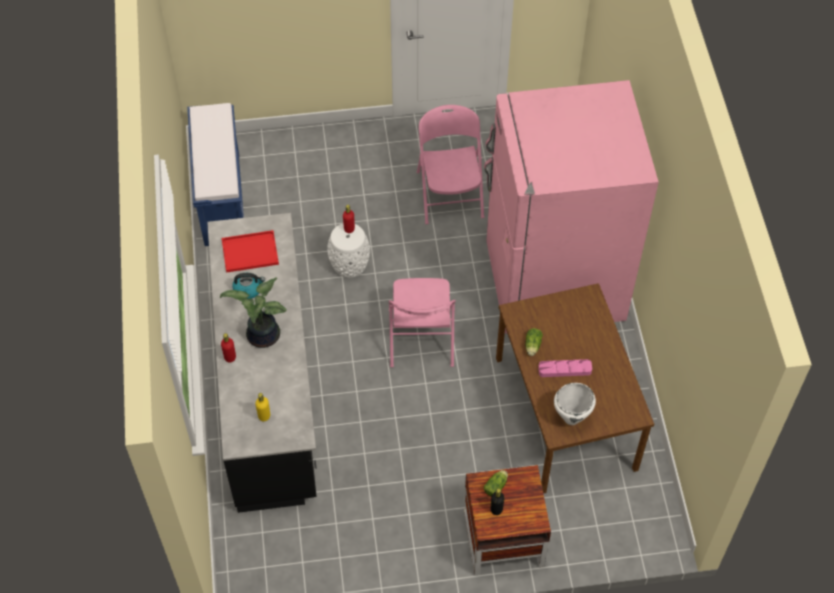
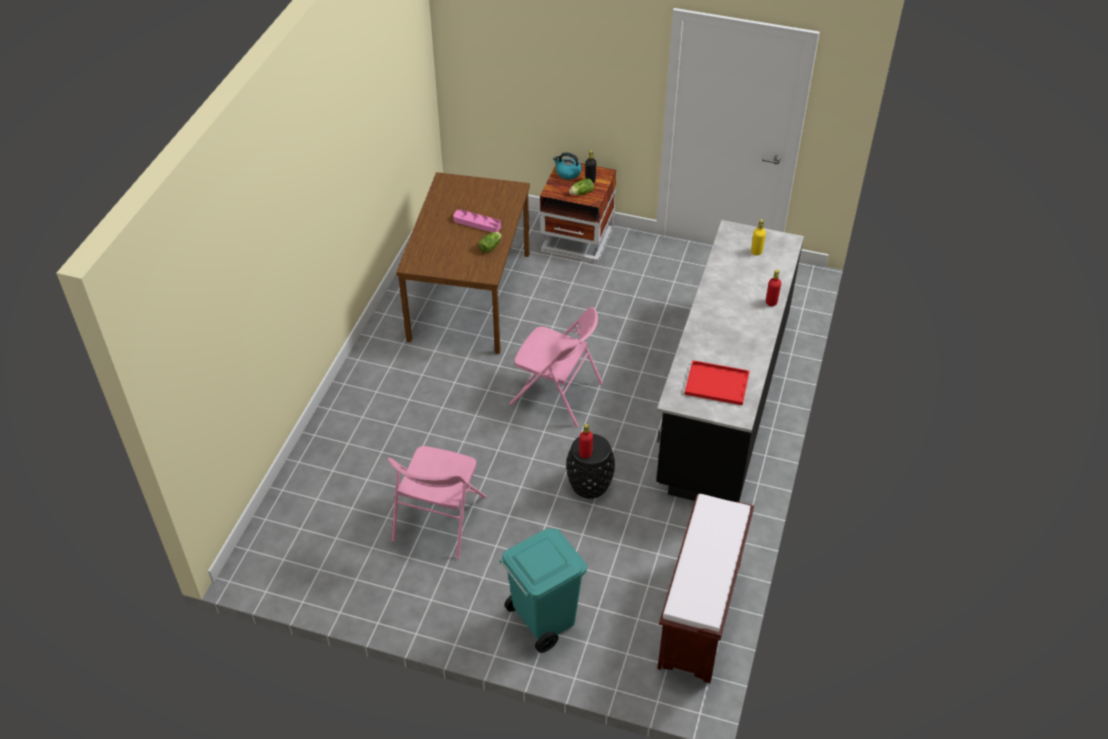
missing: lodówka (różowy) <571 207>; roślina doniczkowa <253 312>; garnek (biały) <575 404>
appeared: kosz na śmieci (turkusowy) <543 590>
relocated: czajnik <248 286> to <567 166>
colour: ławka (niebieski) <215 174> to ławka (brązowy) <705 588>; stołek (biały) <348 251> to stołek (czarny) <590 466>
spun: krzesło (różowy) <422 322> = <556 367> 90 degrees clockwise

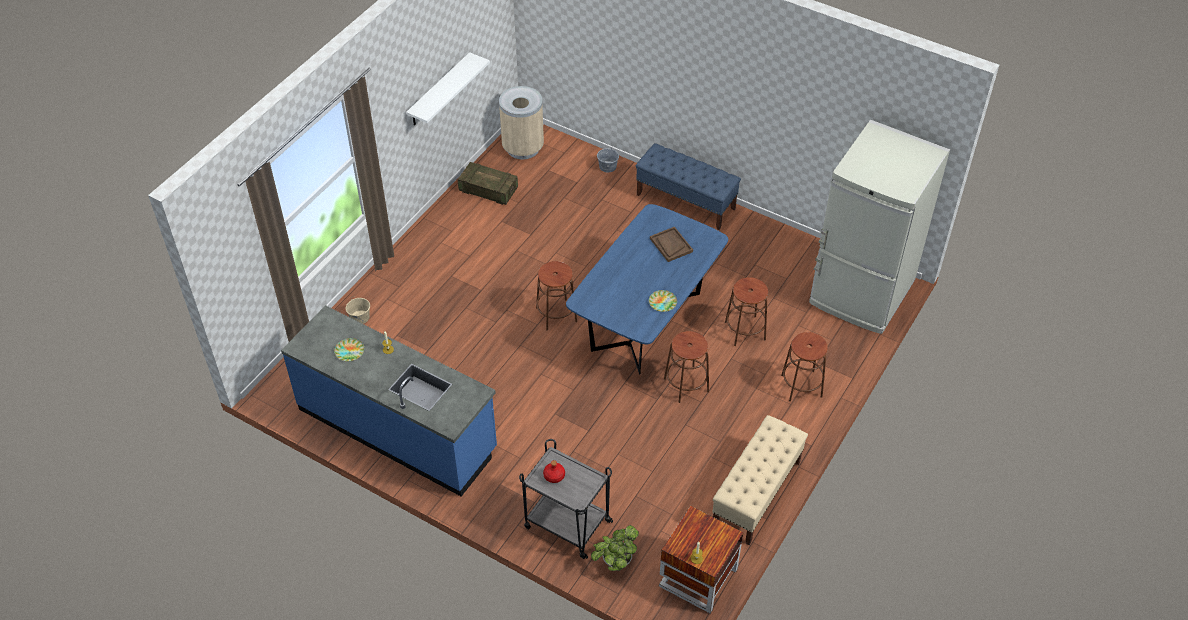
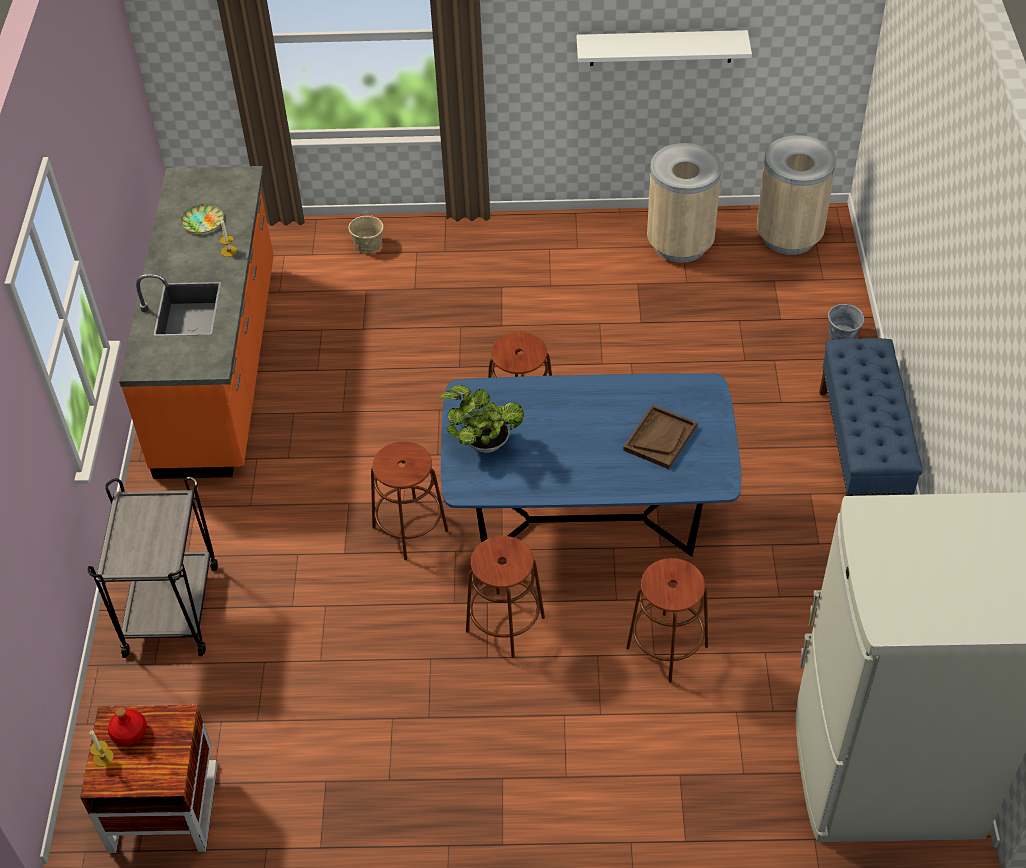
missing: talerz <663 301>; ławka (beżowy) <760 480>
relocated: stołek (brązowy) <804 367> to <409 500>; butelka (czerwony) <554 471> to <127 726>; roślina doniczkowa <615 548> to <481 419>
exchanged: skrzynka <488 183> to kosz na śmieci (beżowy) <684 203>
colour: zabudowa kuchenna (niebieski) <389 401> to zabudowa kuchenna (pomarańczowy) <196 322>

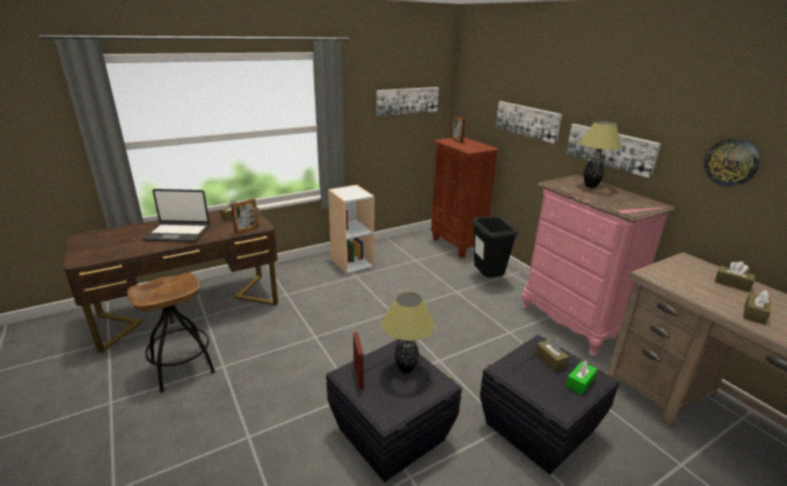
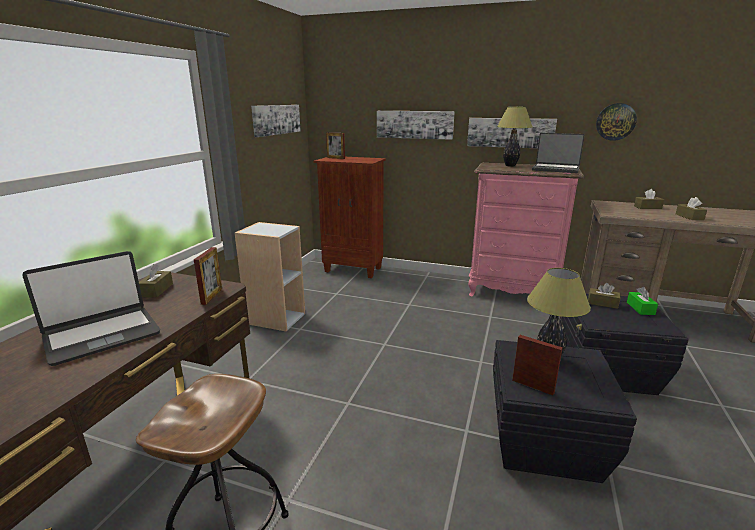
missing: kosz na śmieci (czarny) <495 247>
appeared: laptop <558 153>

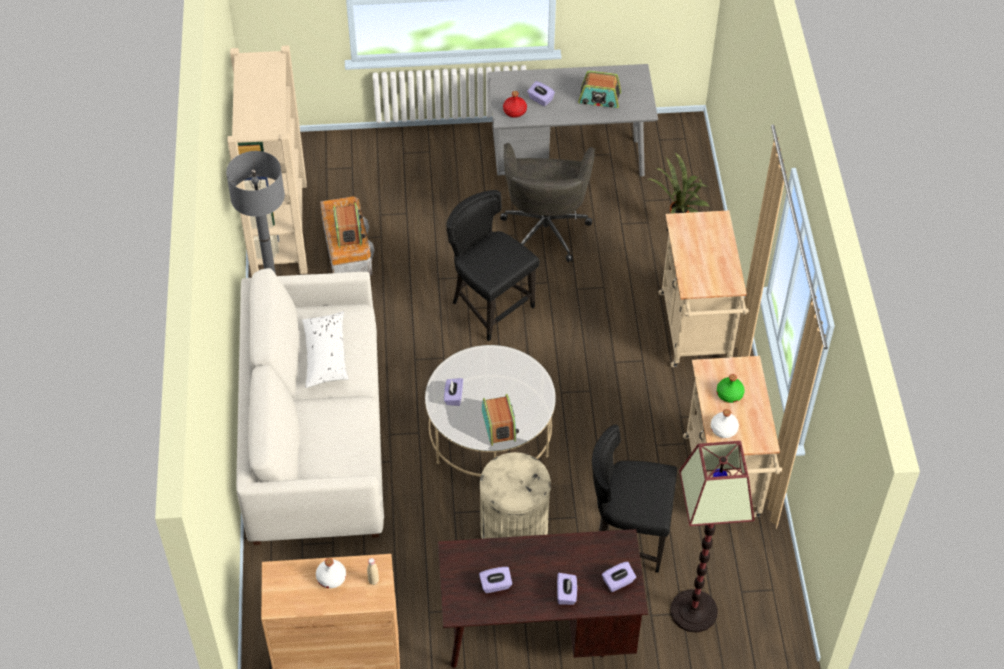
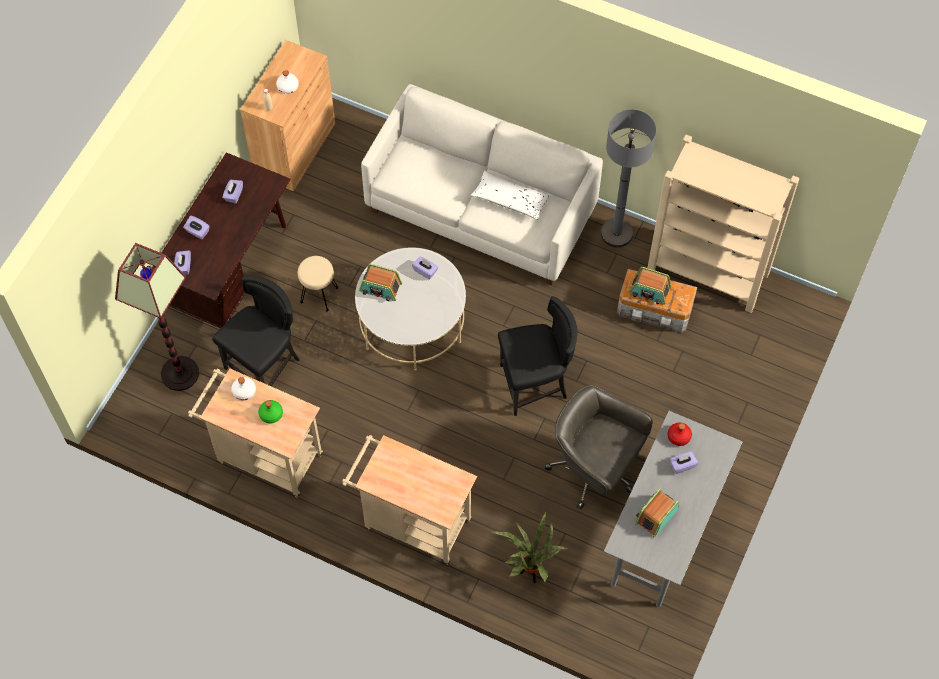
exchanged: kosz na śmieci (beżowy) <515 495> to stołek (beżowy) <318 284>

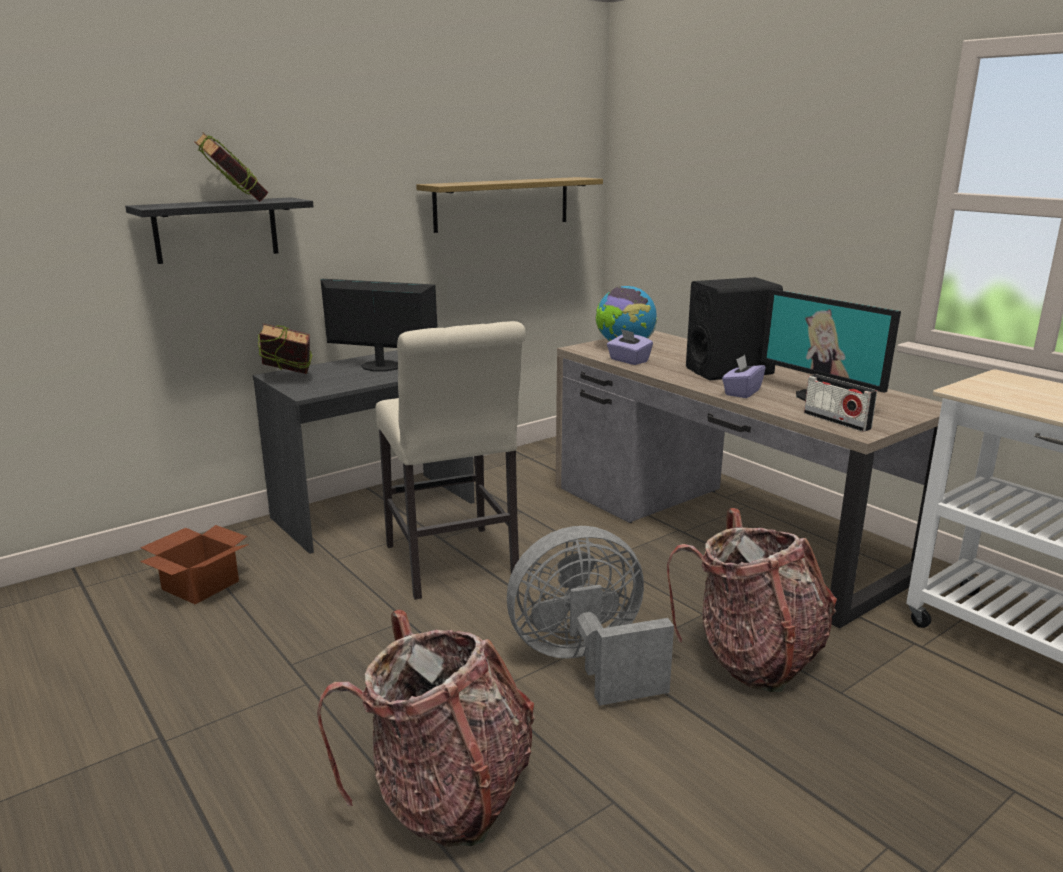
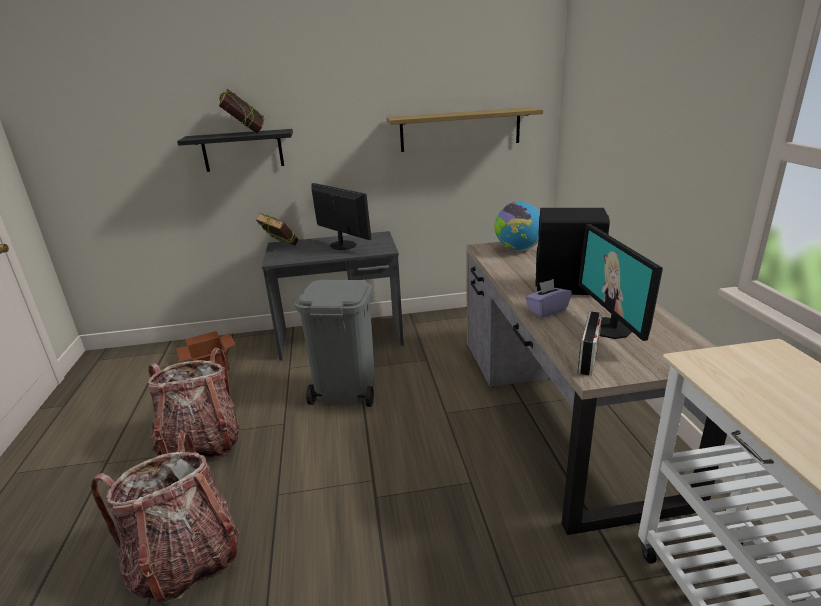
missing: pudełko chusteczek (fioletowy) <630 347>; wentylator (szary) <590 616>
relocated: plecak <752 600> to <194 403>
exchanged: stołek (beżowy) <451 460> to kosz na śmieci (szary) <335 343>
spun: radio <840 403> = <590 344> 150 degrees counterclockwise

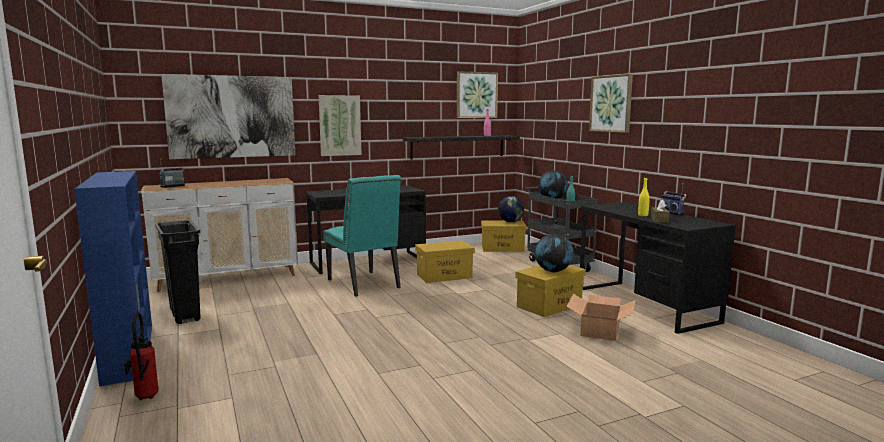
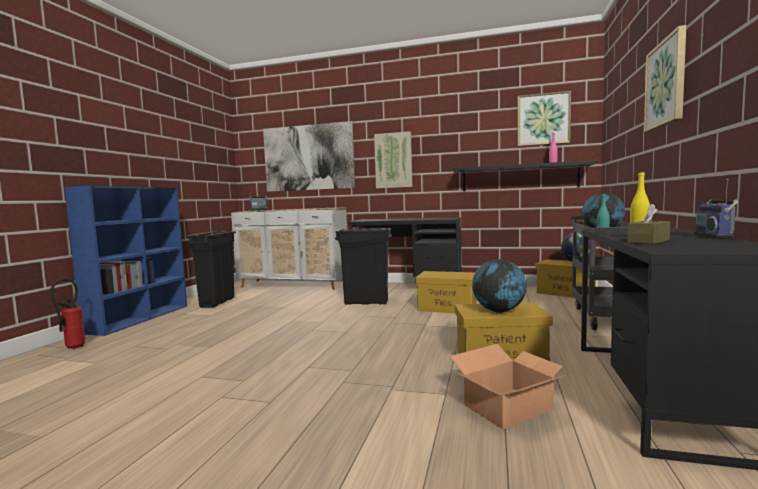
exchanged: krzesło (turkusowy) <362 236> to kosz na śmieci (czarny) <363 266>

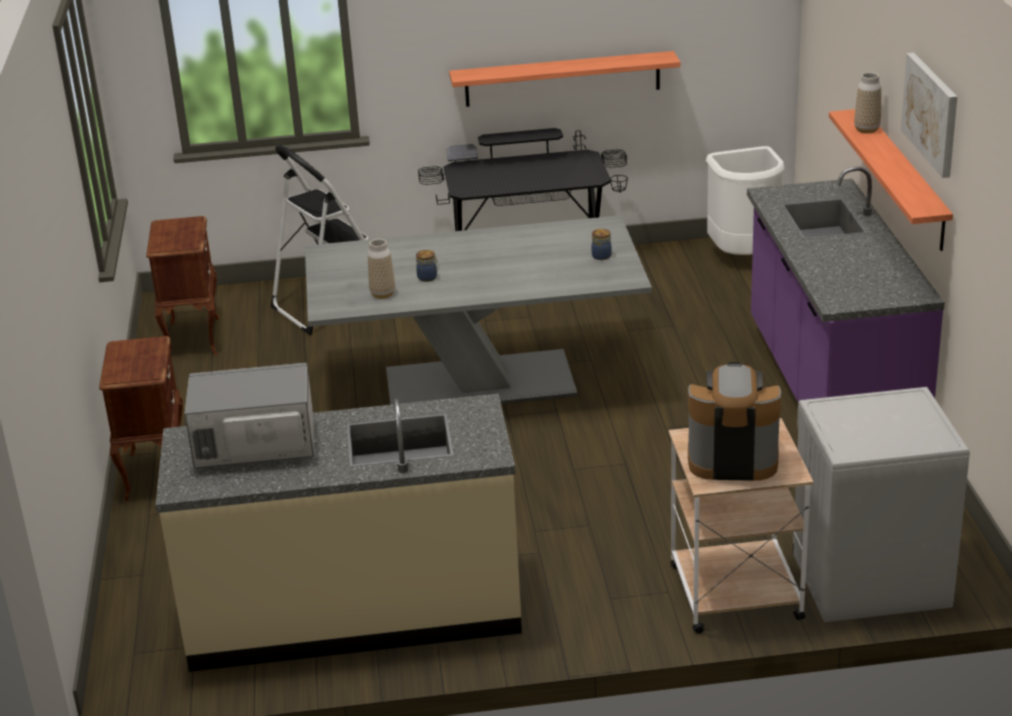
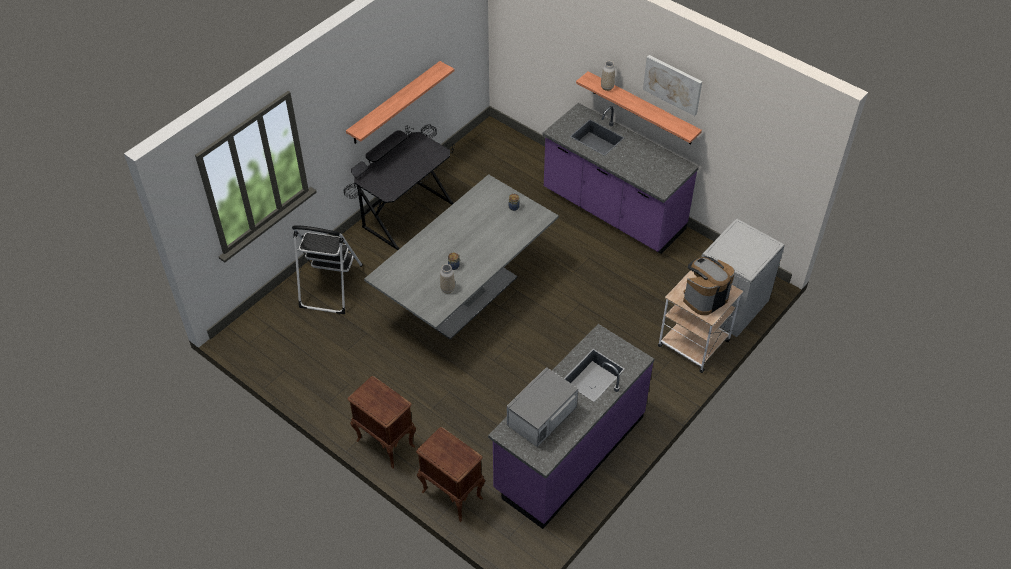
missing: kosz na śmieci (biały) <745 200>
relocated: szafka nocna (brązowy) <183 285> to <450 474>
colour: zabudowa kuchenna (beżowy) <338 532> to zabudowa kuchenna (fioletowy) <571 426>

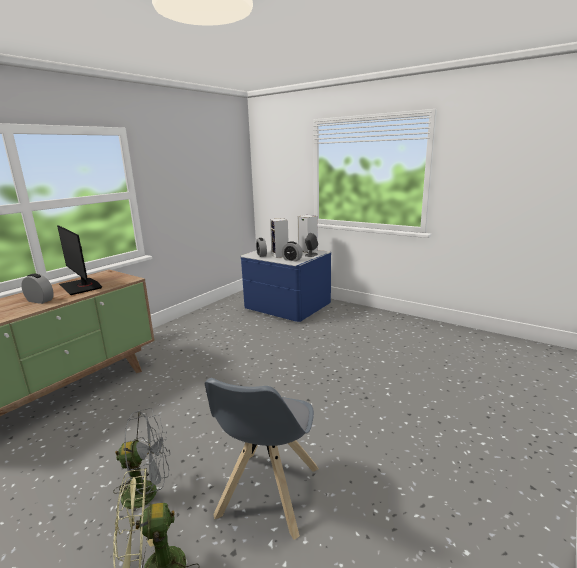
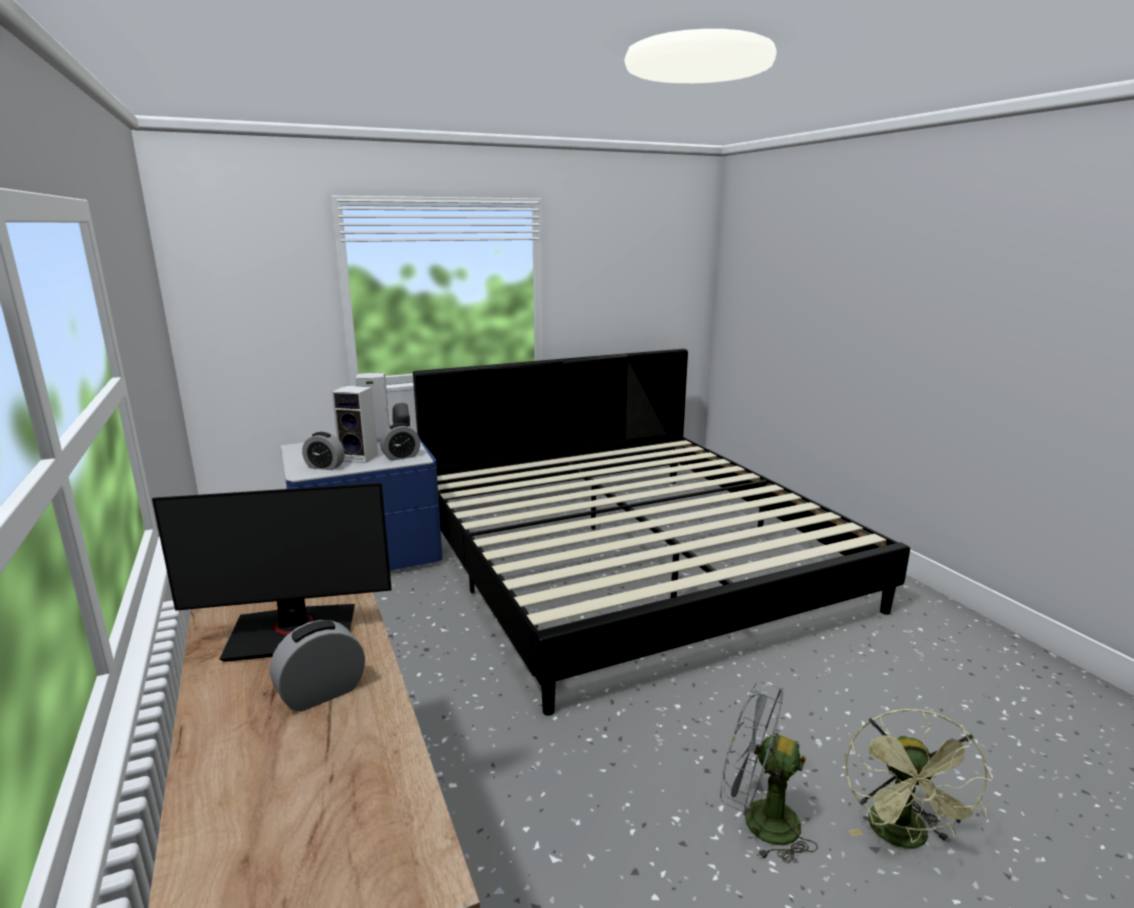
missing: krzesło (szary) <262 459>
appeared: łóżko <661 532>
spun: wentylator (szary) <141 459> = <769 772> 90 degrees counterclockwise

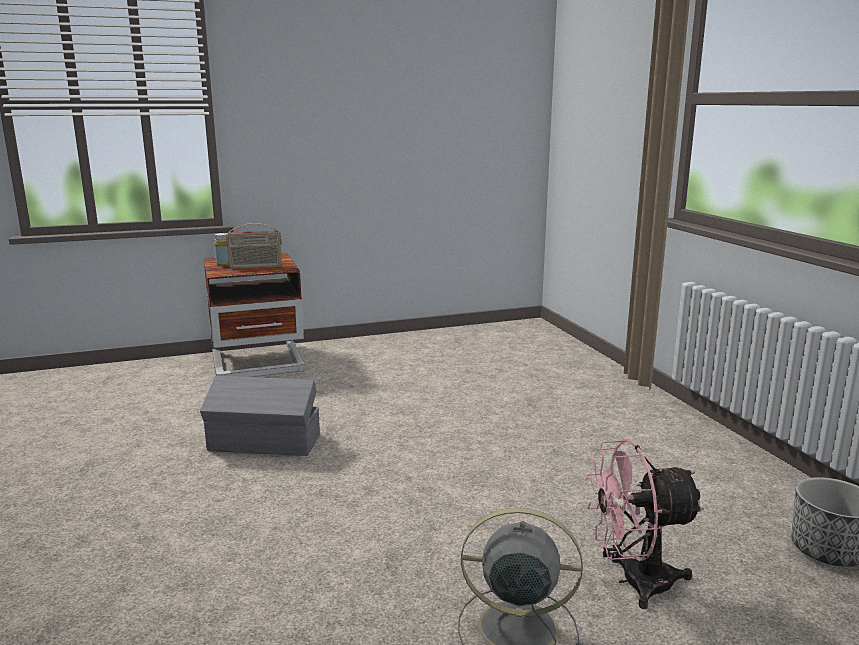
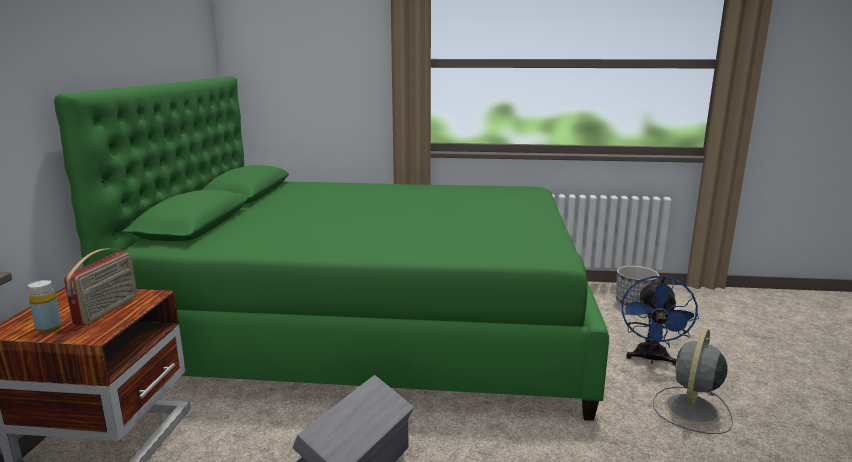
appeared: łóżko (zielony) <331 249>
colour: wentylator (różowy) <645 524> to wentylator (niebieski) <660 321>

